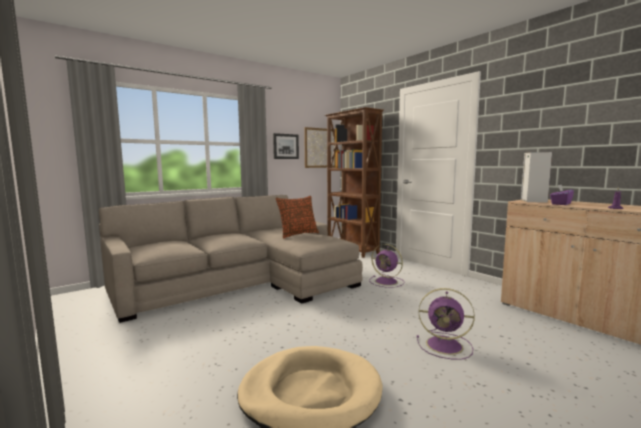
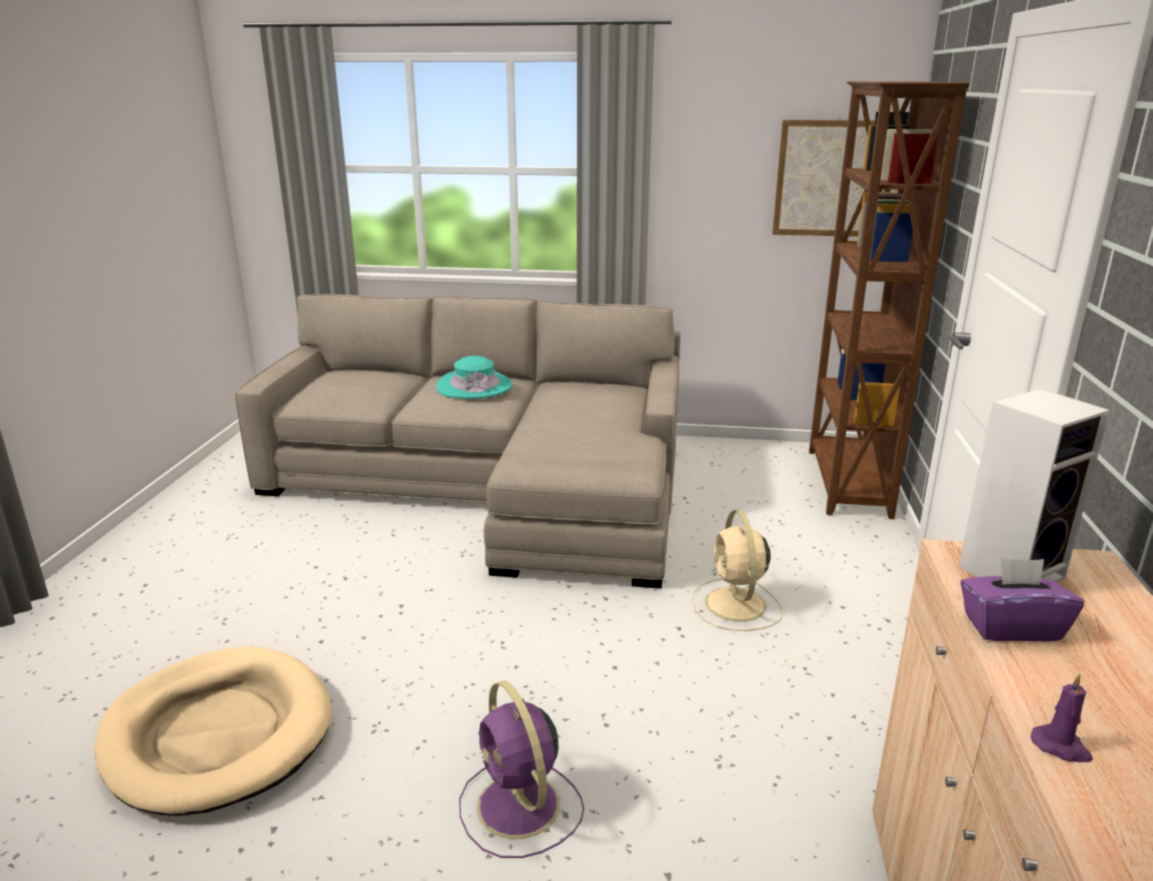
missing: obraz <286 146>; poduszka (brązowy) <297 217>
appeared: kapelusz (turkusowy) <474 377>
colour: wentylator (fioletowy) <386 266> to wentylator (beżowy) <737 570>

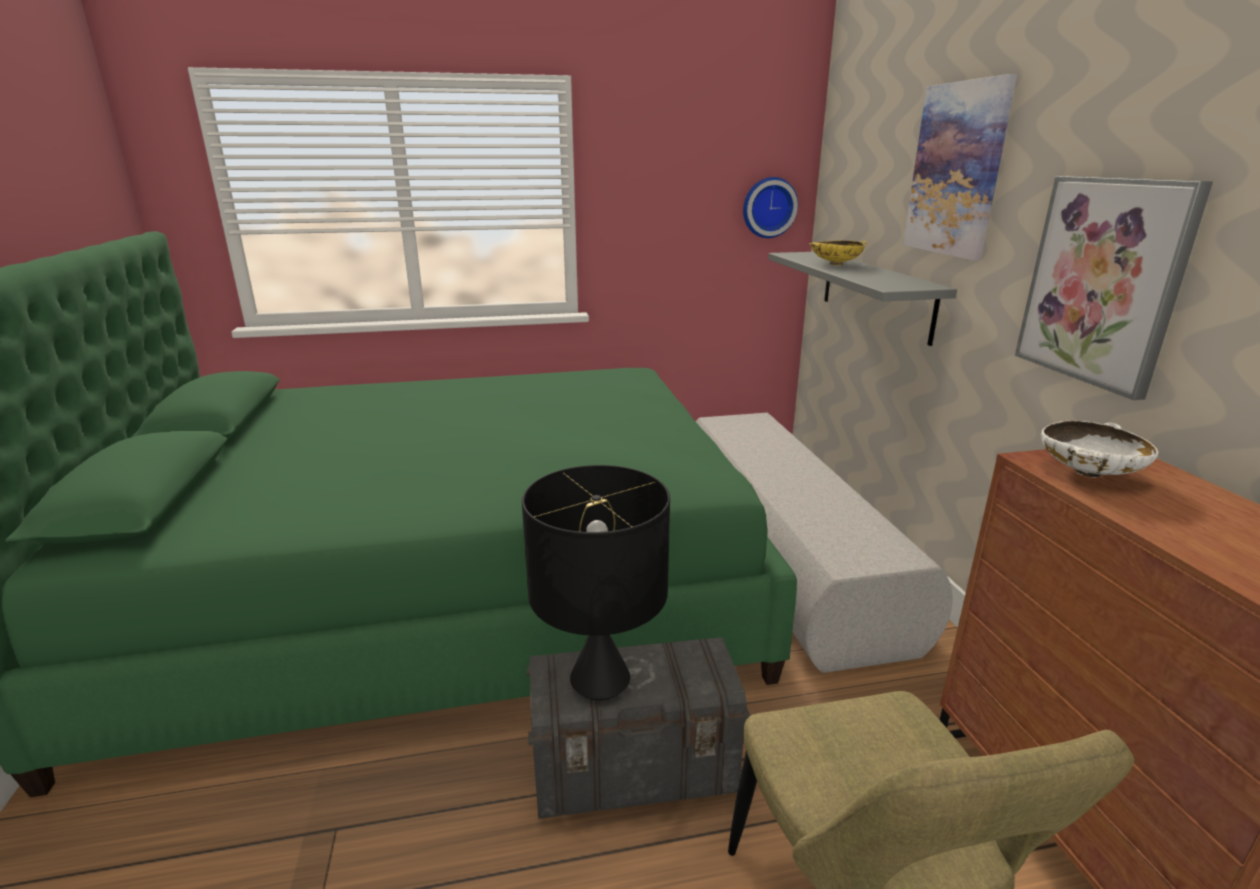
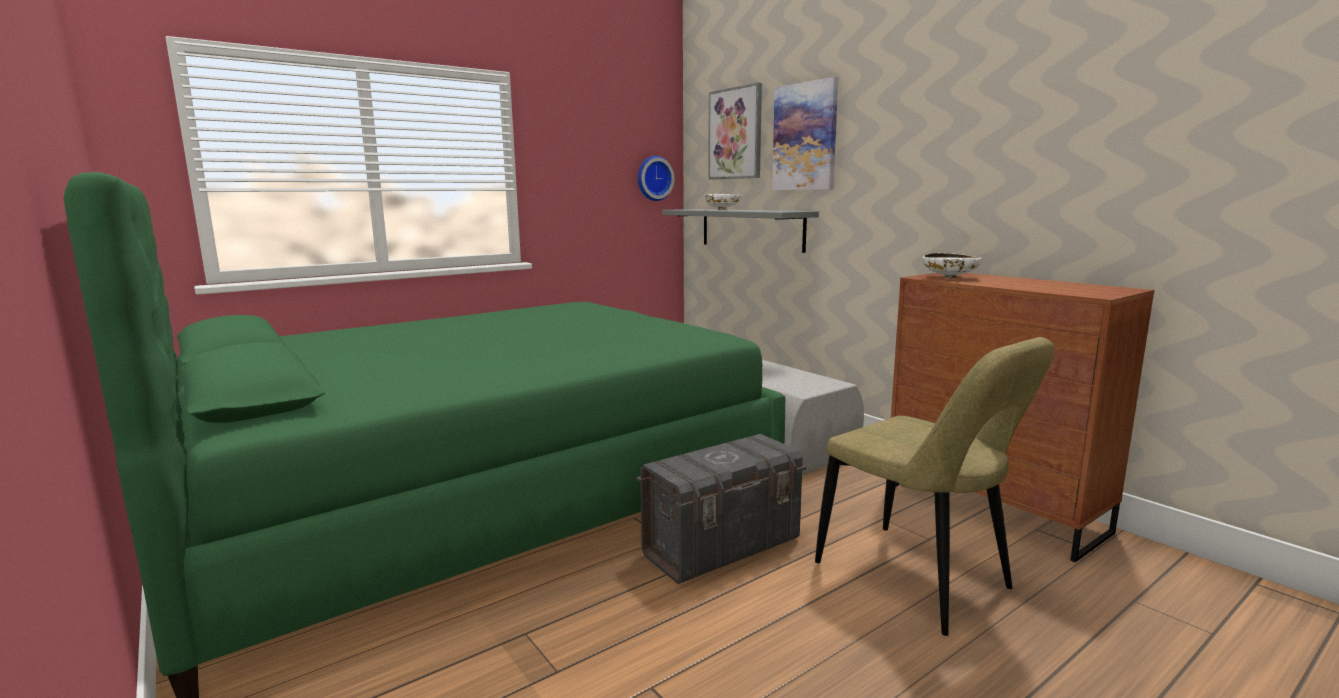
missing: lampa stołowa (czarny) <596 583>
relocated: obraz <1114 288> to <735 131>
colour: miska (żółty) <838 252> to miska (biały) <722 202>

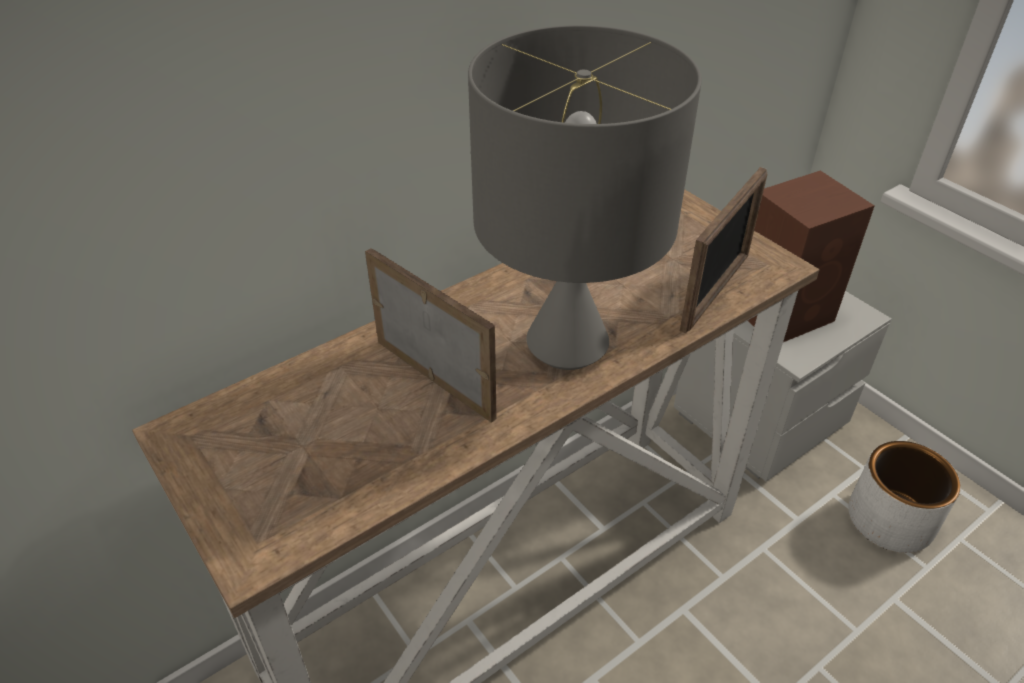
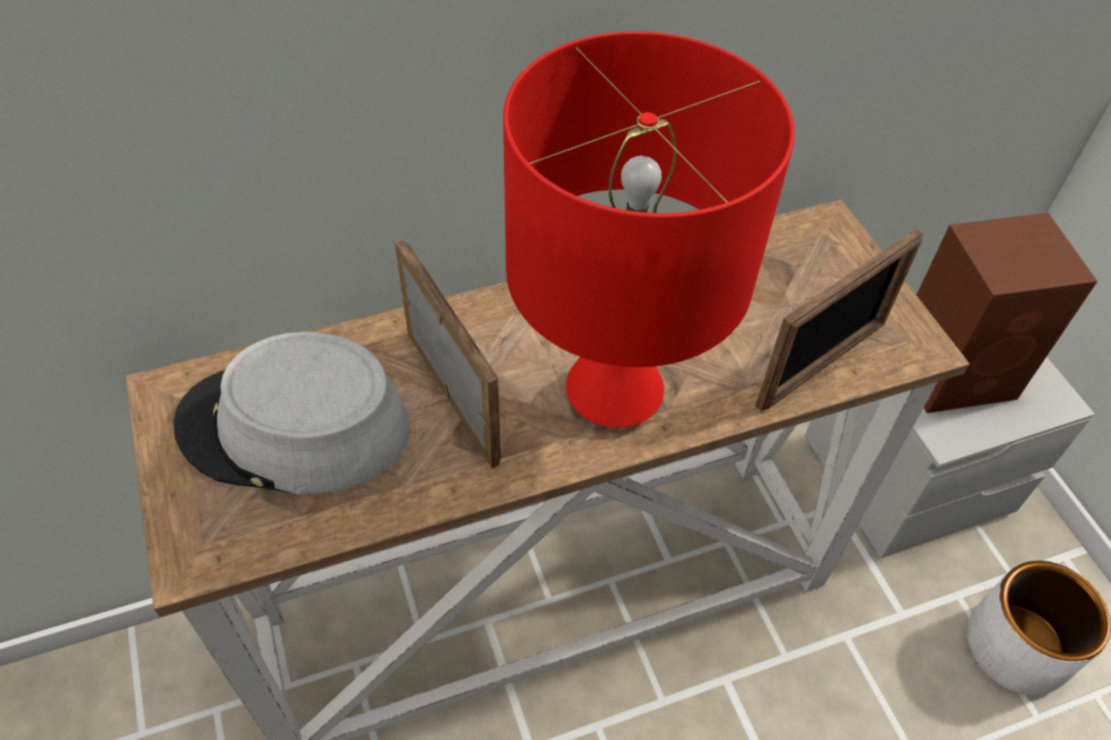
appeared: kapelusz (szary) <291 413>
colour: lampa stołowa (szary) <585 197> to lampa stołowa (czerwony) <649 229>

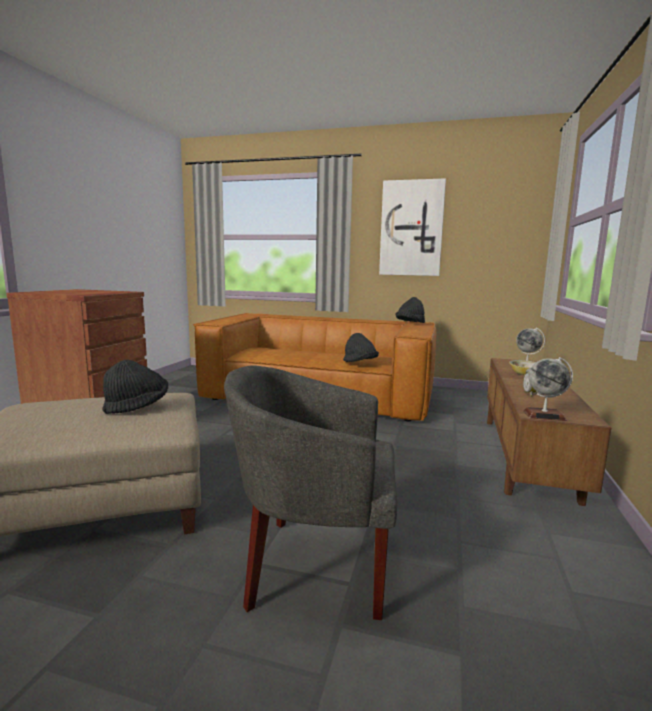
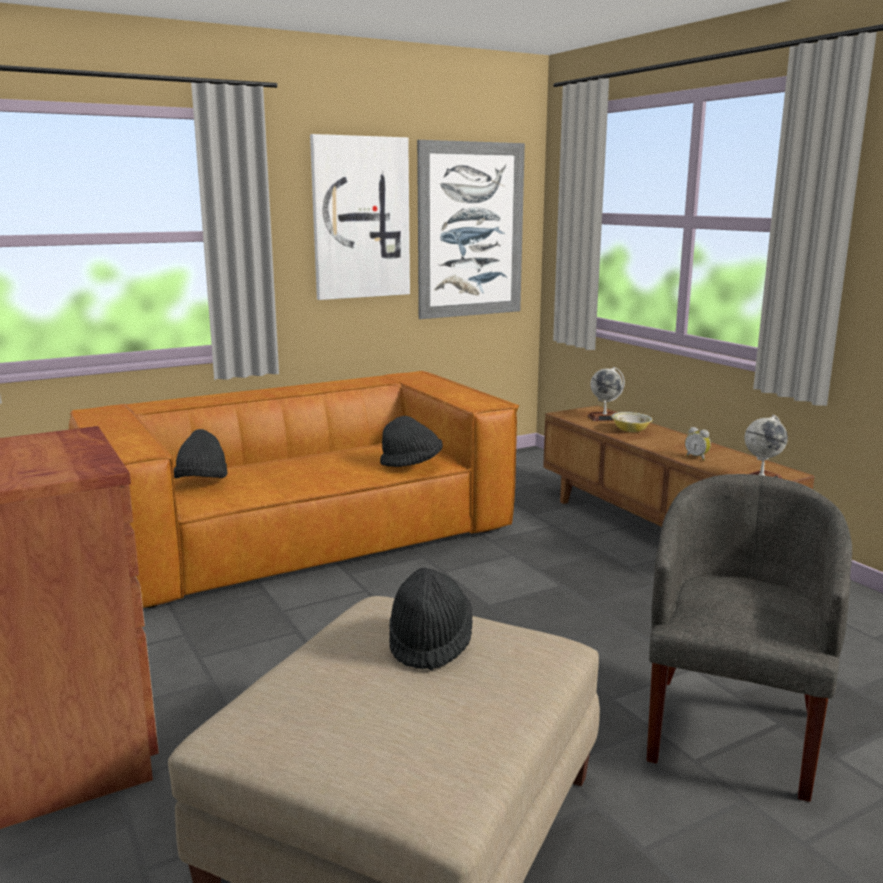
appeared: obraz <471 229>
relocated: kapelusz (czarny) <410 310> to <201 453>
spun: fotel (szary) <310 492> = <749 638> 150 degrees clockwise

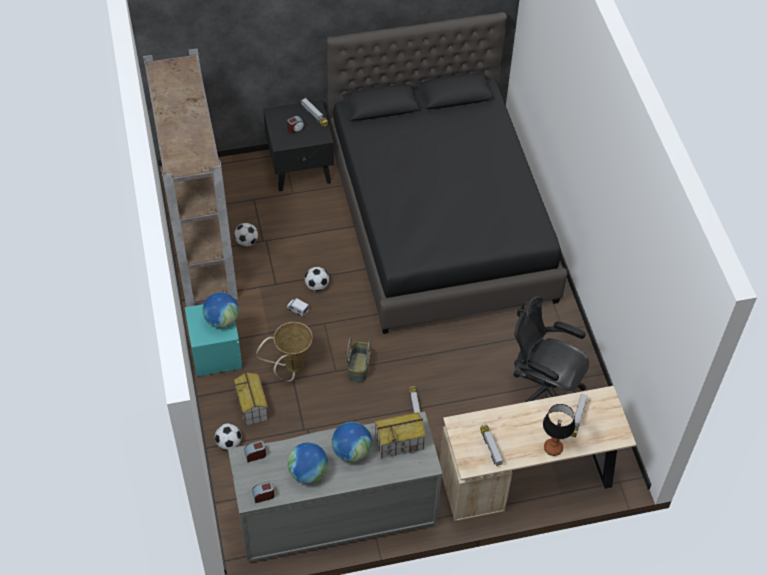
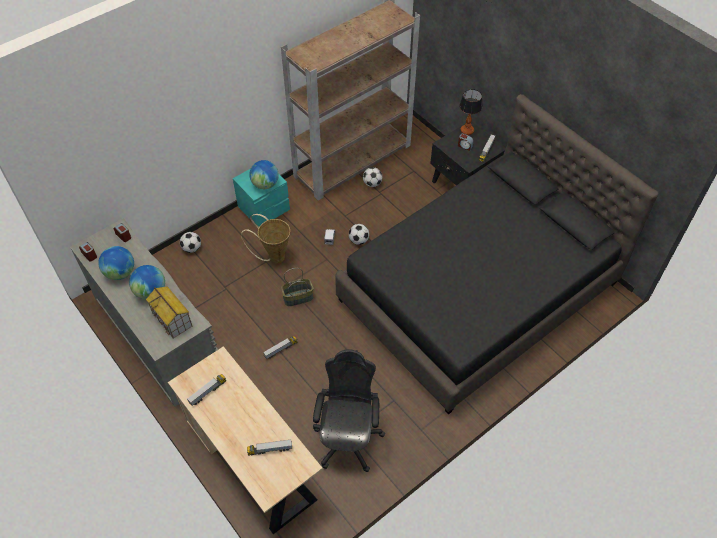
missing: domek <251 398>
relocated: lampa stołowa <559 430> to <471 112>

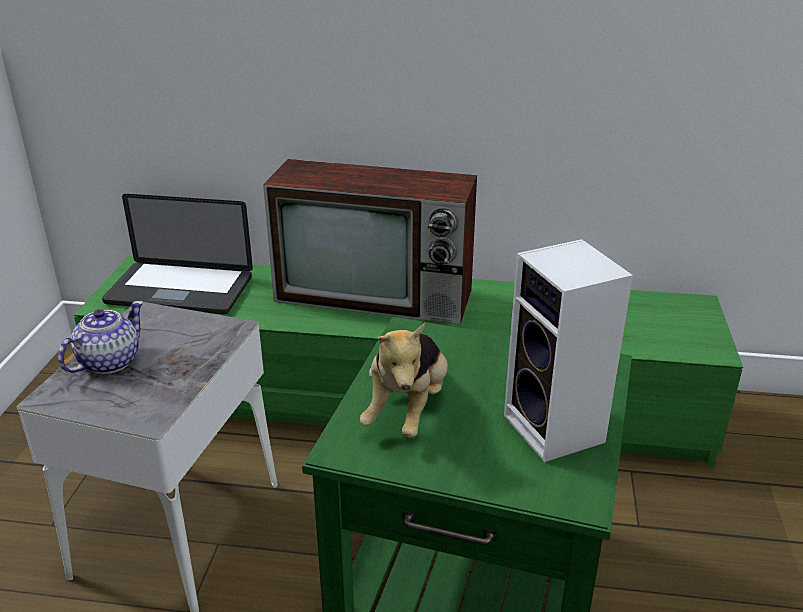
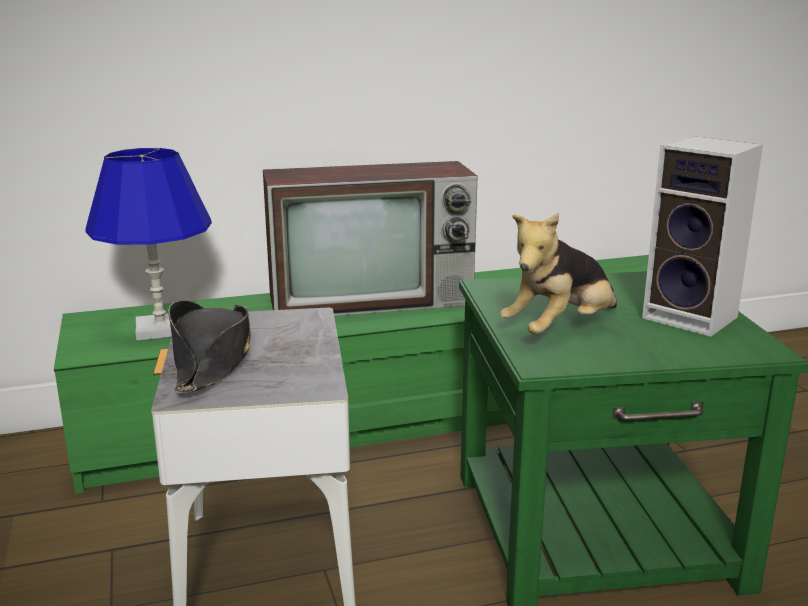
exchanged: laptop <177 254> to lampa stołowa (niebieski) <148 244>; imbryk <100 337> to kapelusz (czarny) <209 346>
spun: pluszak <404 380> = <558 273> 60 degrees clockwise

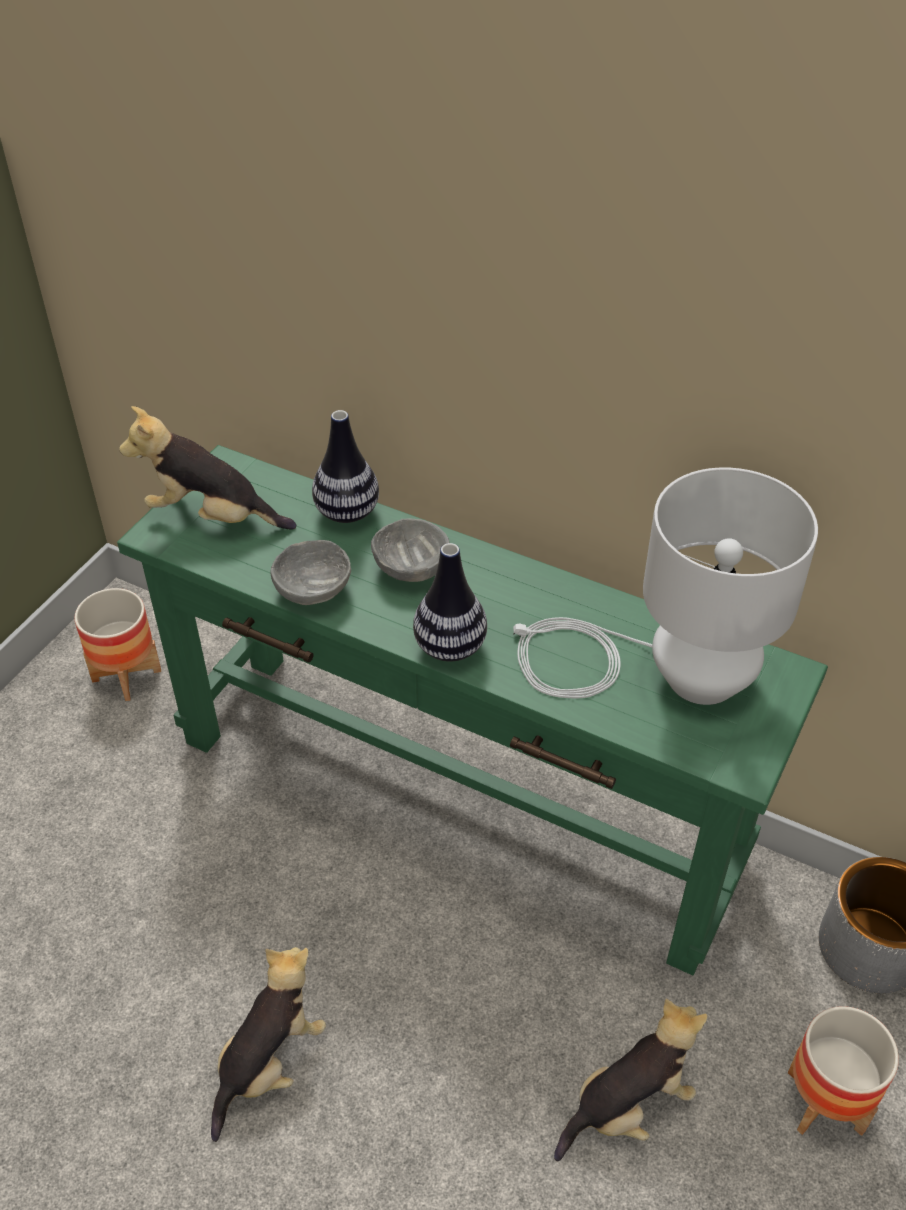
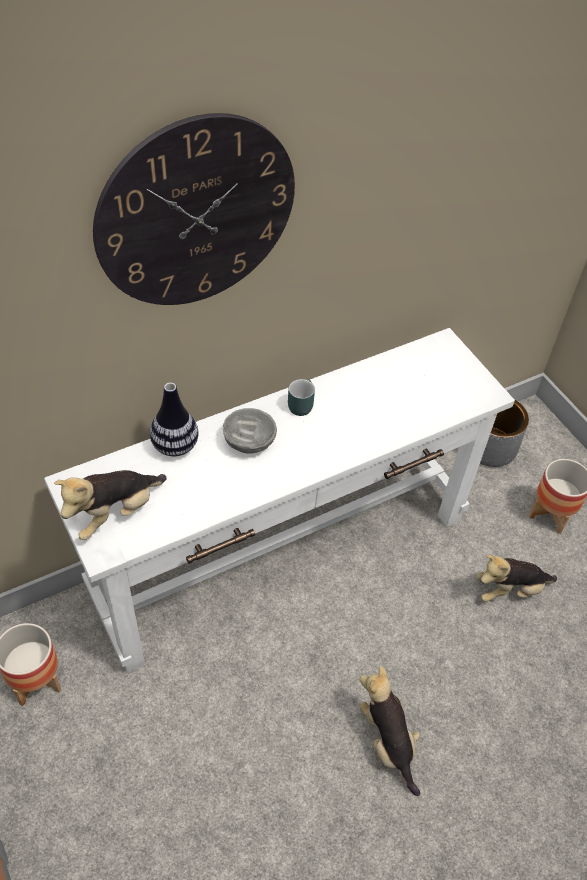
missing: lampa stołowa (szary) <665 586>; miska (szary) <310 572>; wazon <450 602>
appeared: zegar ścienny <194 209>; kubek (turkusowy) <301 397>
colour: stolik konsolowy (zielony) <472 710> to stolik konsolowy (biały) <279 500>
spun: pluszak <630 1080> = <516 578> 105 degrees counterclockwise

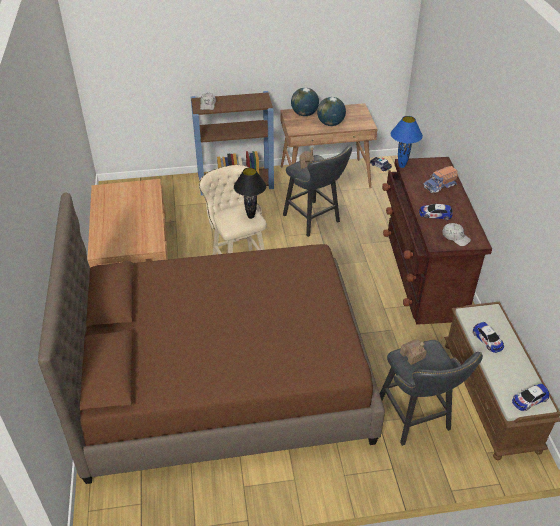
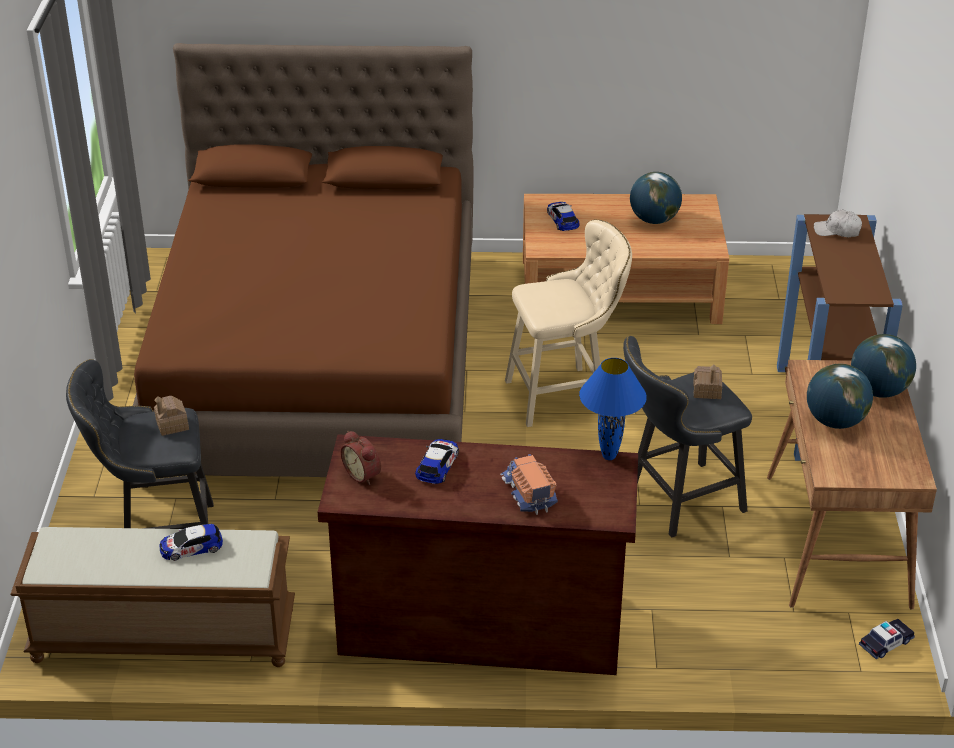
missing: lampa stołowa (czarny) <250 193>
appeared: globus <656 198>
relocated: samochodzik <530 397> to <563 216>
exchanged: czapka z daszkiem (biały) <457 234> to budzik <361 458>

